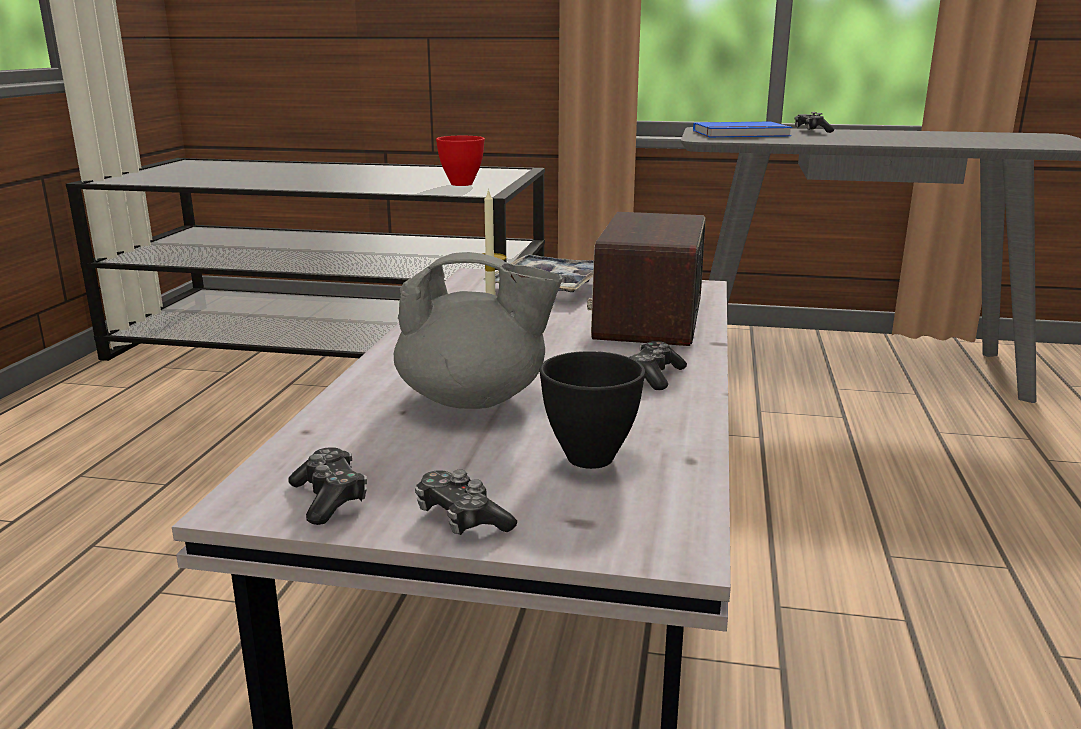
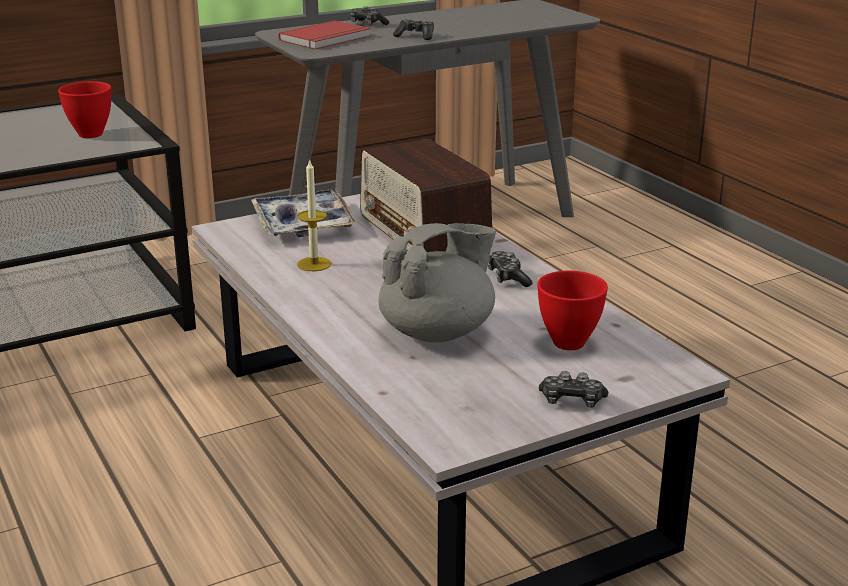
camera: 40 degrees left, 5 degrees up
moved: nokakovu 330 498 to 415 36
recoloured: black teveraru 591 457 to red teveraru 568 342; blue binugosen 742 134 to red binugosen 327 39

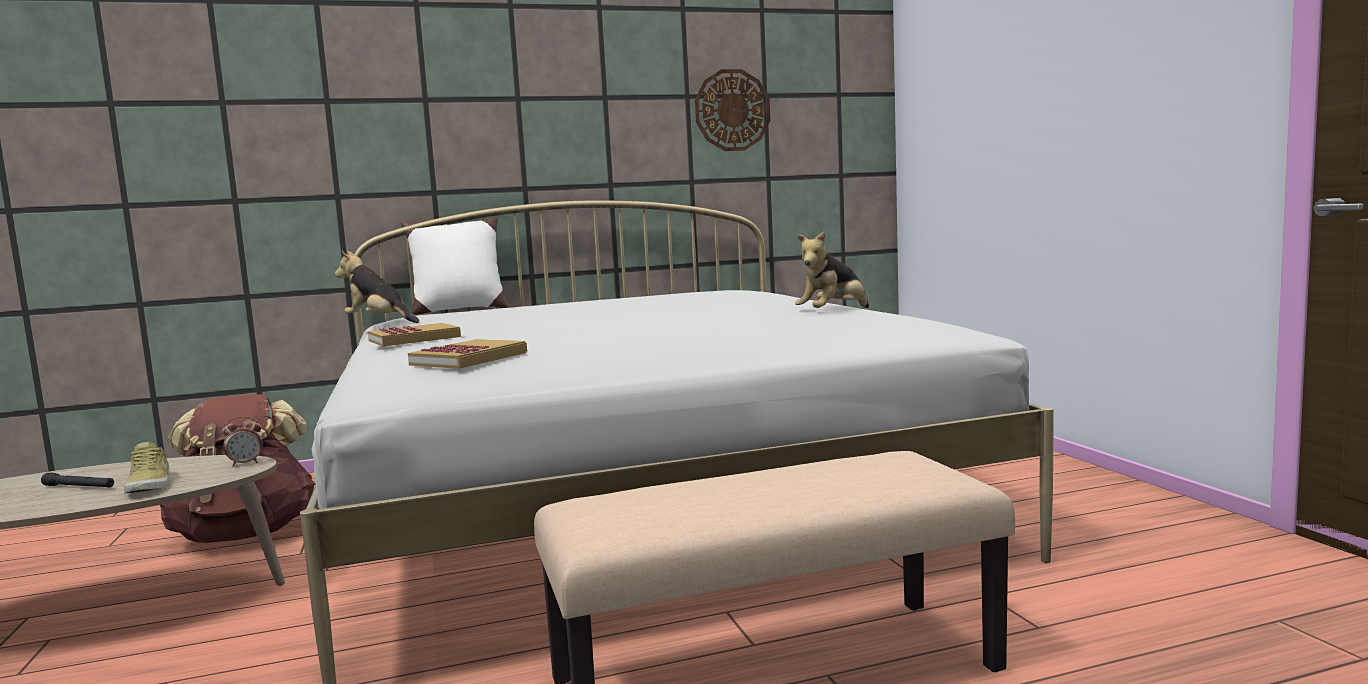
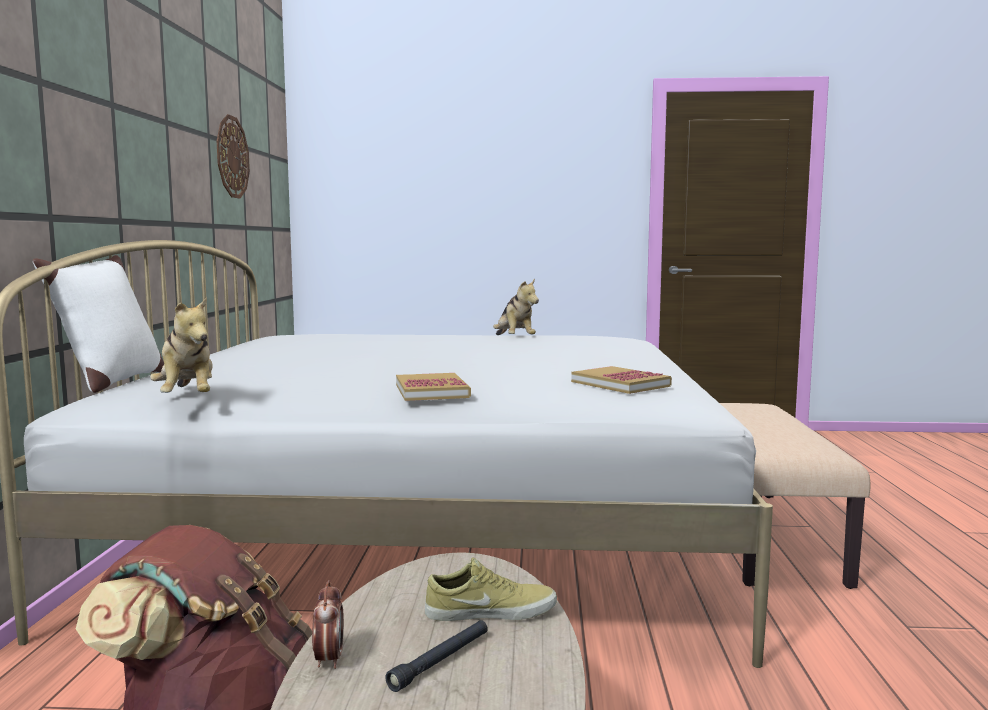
camera: 70 degrees left, 0 degrees up
moved: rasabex 245 463 to 329 659
turned: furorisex 379 322 = 188 398 75 degrees counterclockwise

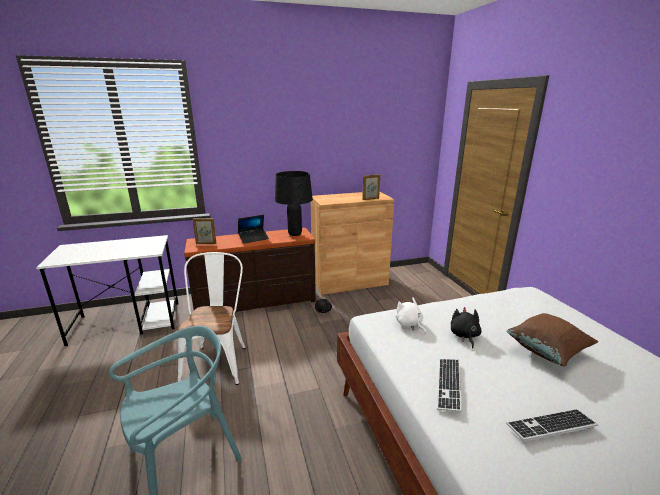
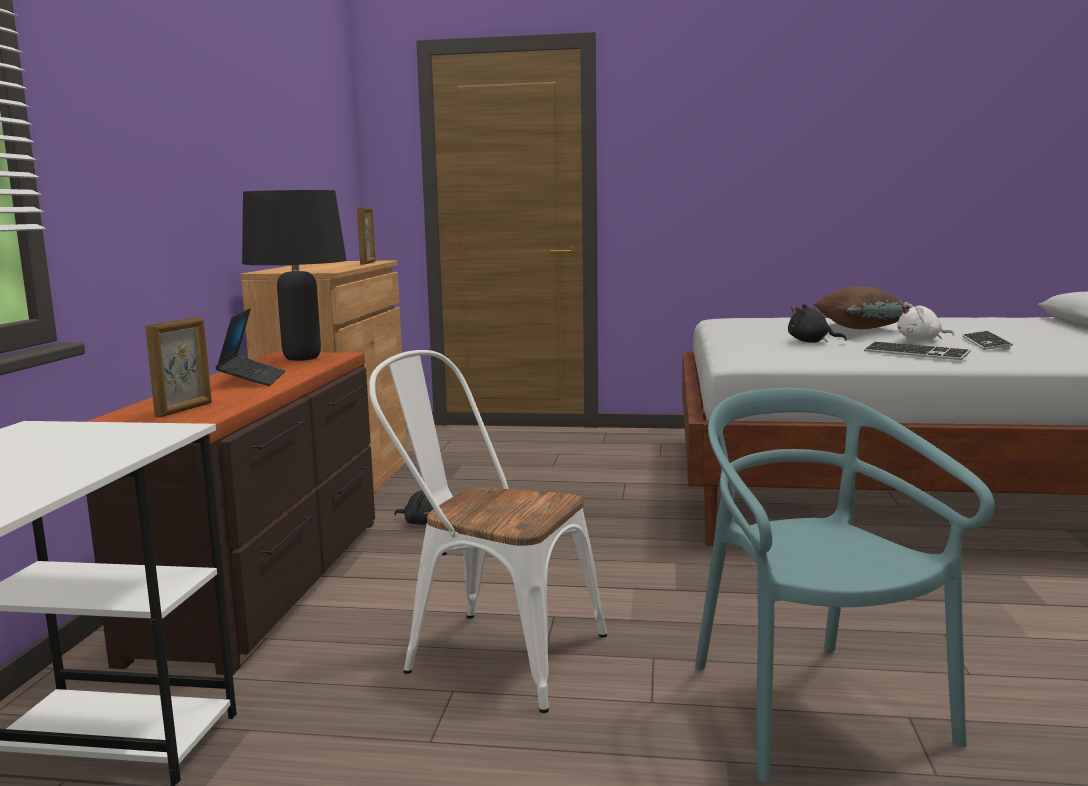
camera: 65 degrees left, 10 degrees down
moved: white furorisex 409 324 to 921 340

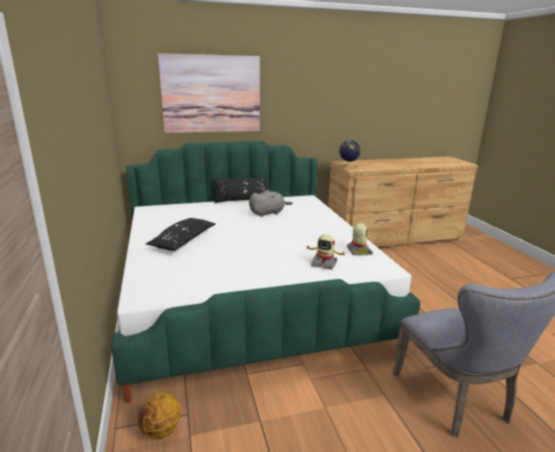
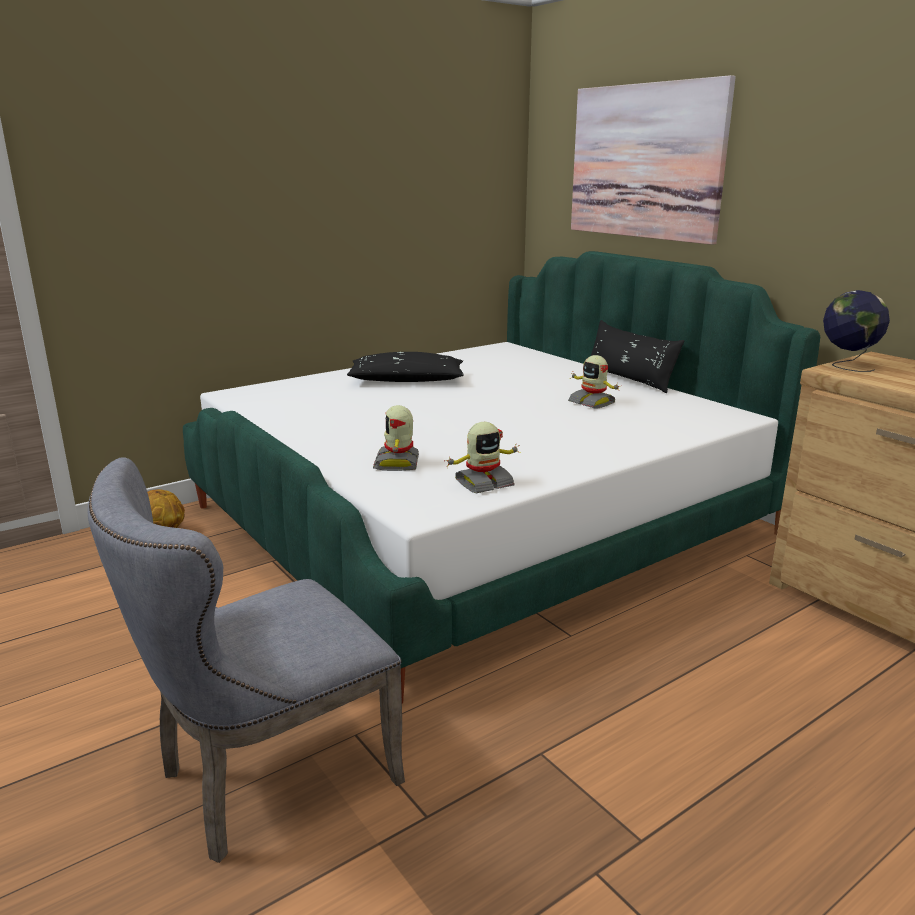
camera: 70 degrees right, 0 degrees up
replaced: grey furorisex 268 213 to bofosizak 592 402

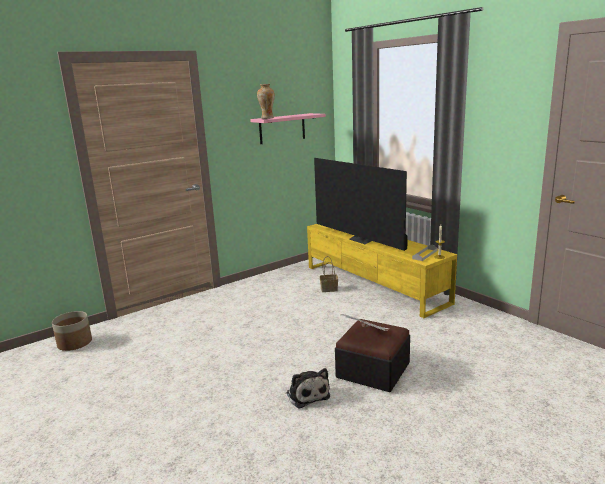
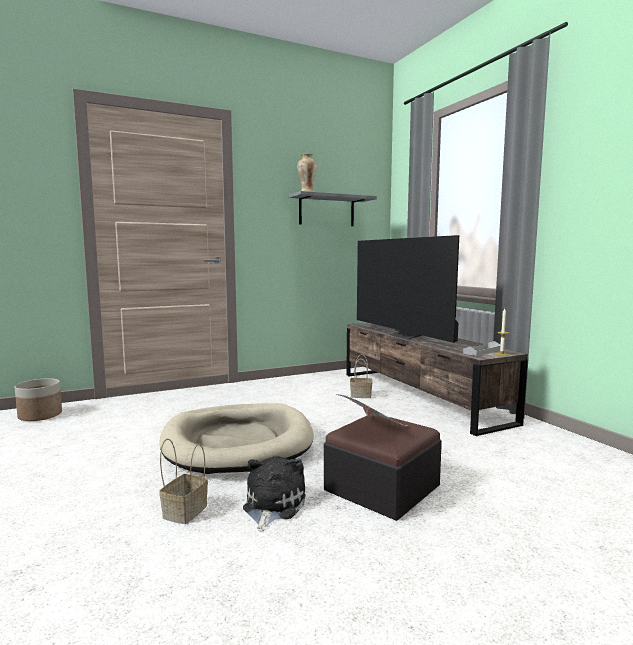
camera: 10 degrees right, 10 degrees down
added: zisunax 185 511; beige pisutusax 237 443
recoloured: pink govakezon 282 128 to grey govakezon 326 211; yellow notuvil 374 284 to brown notuvil 419 396
turned: furorisex 307 394 = 272 506 150 degrees counterclockwise

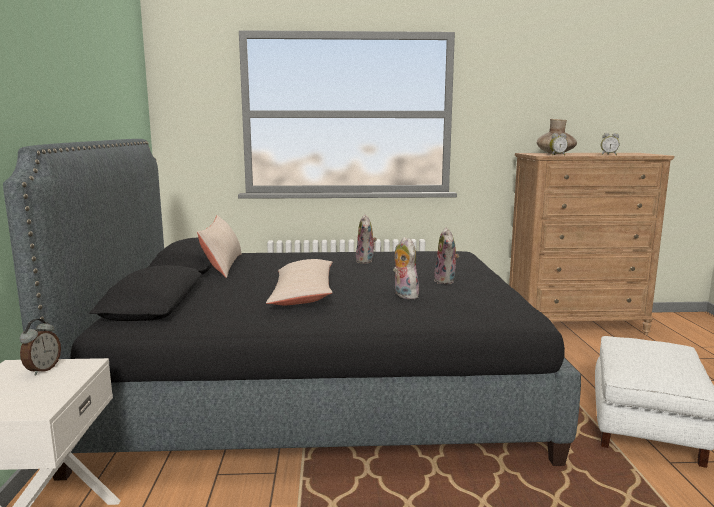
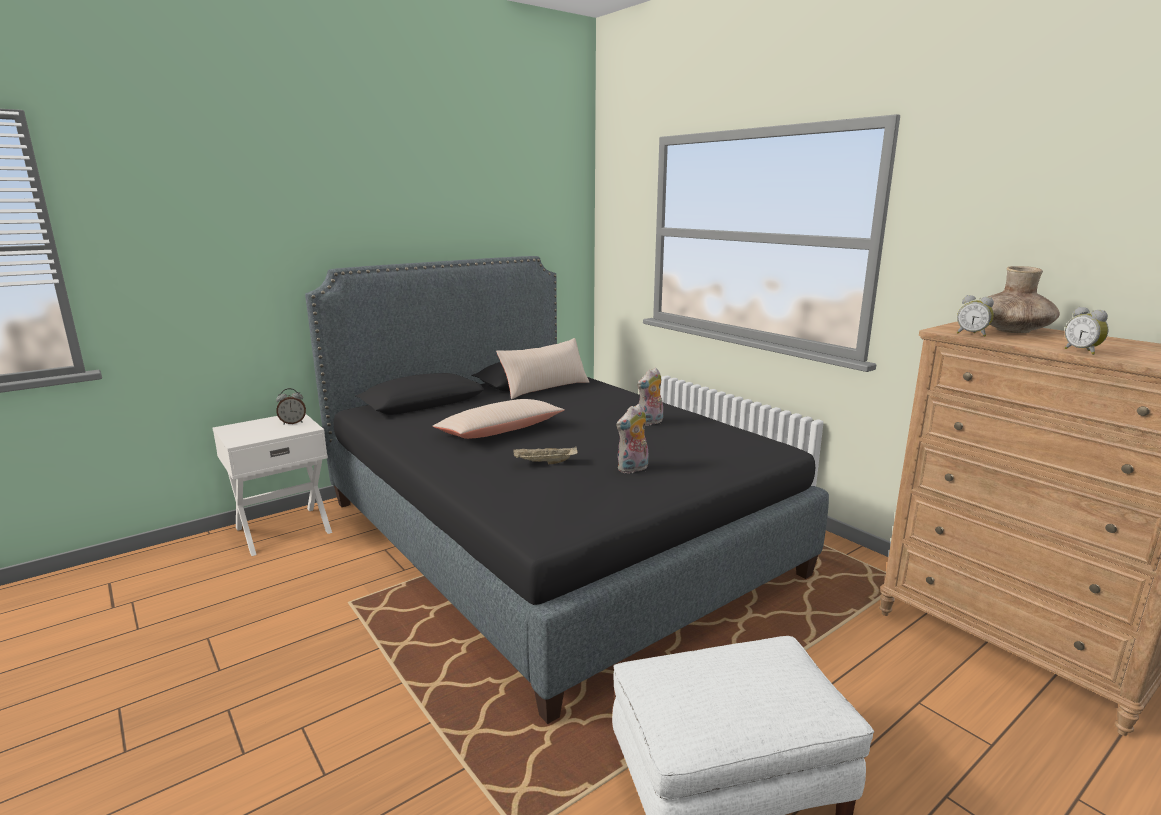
camera: 55 degrees right, 5 degrees up
replaced: furorisex 403 295 to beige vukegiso 544 463

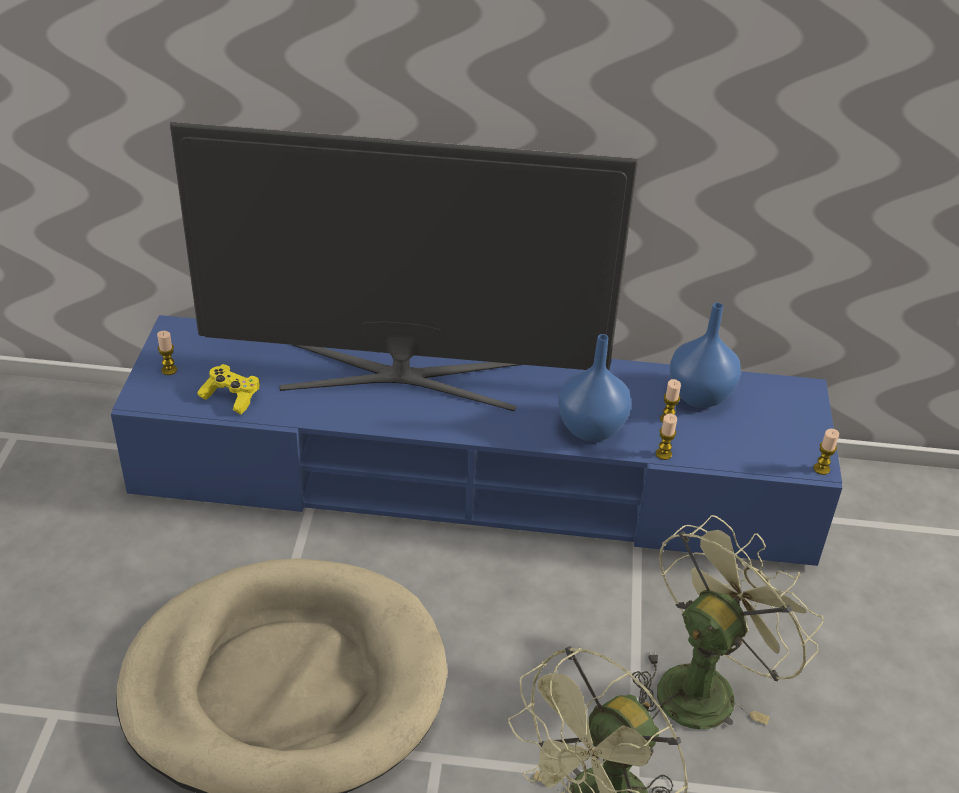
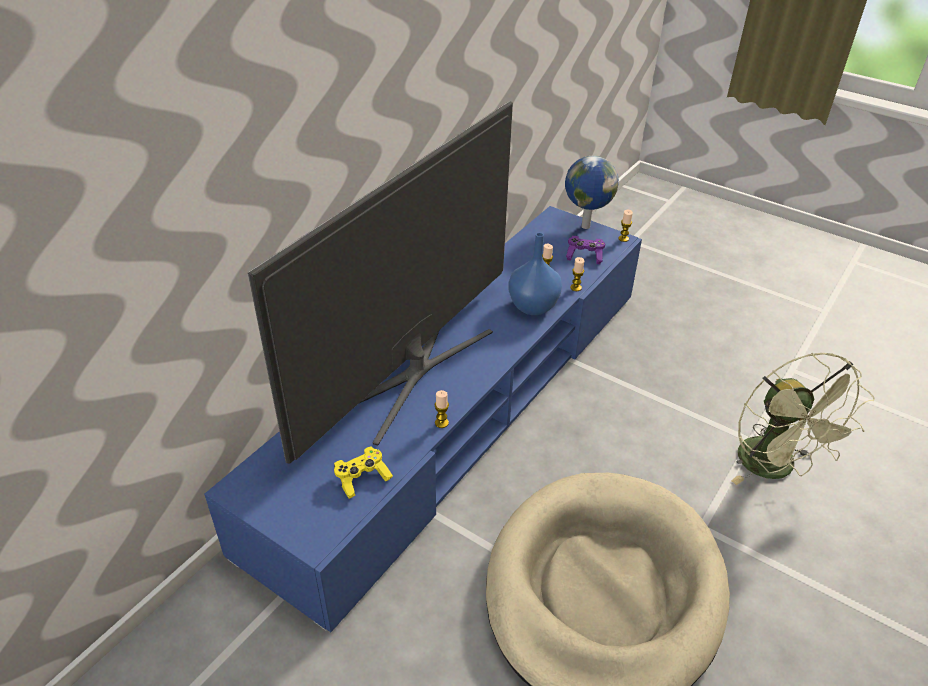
camera: 60 degrees left, 0 degrees up
removed: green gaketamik 704 684; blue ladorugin 701 395
added: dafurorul 584 226; purple nokakovu 584 256
moved: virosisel 169 370 to 441 423

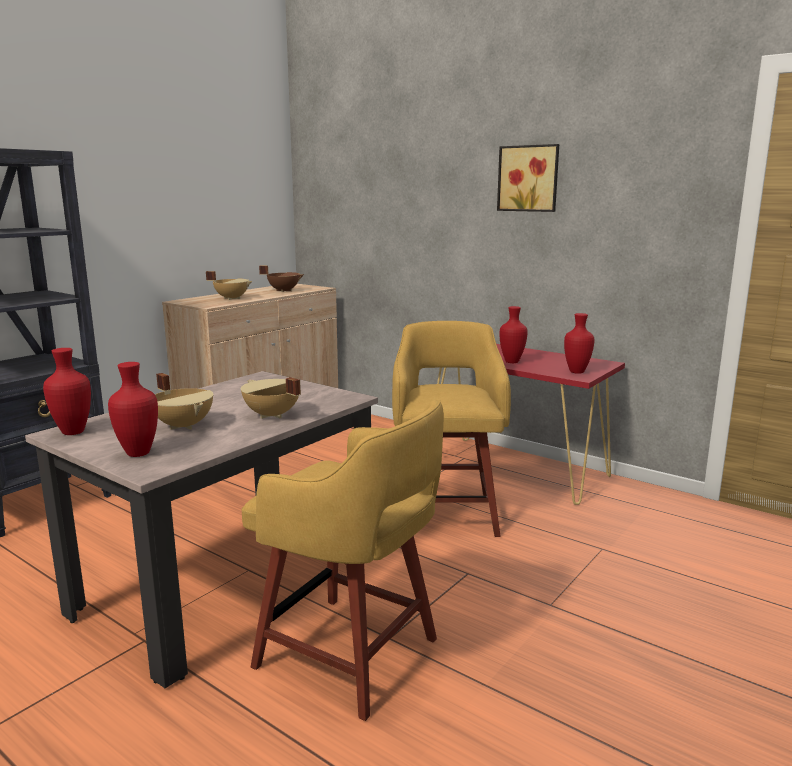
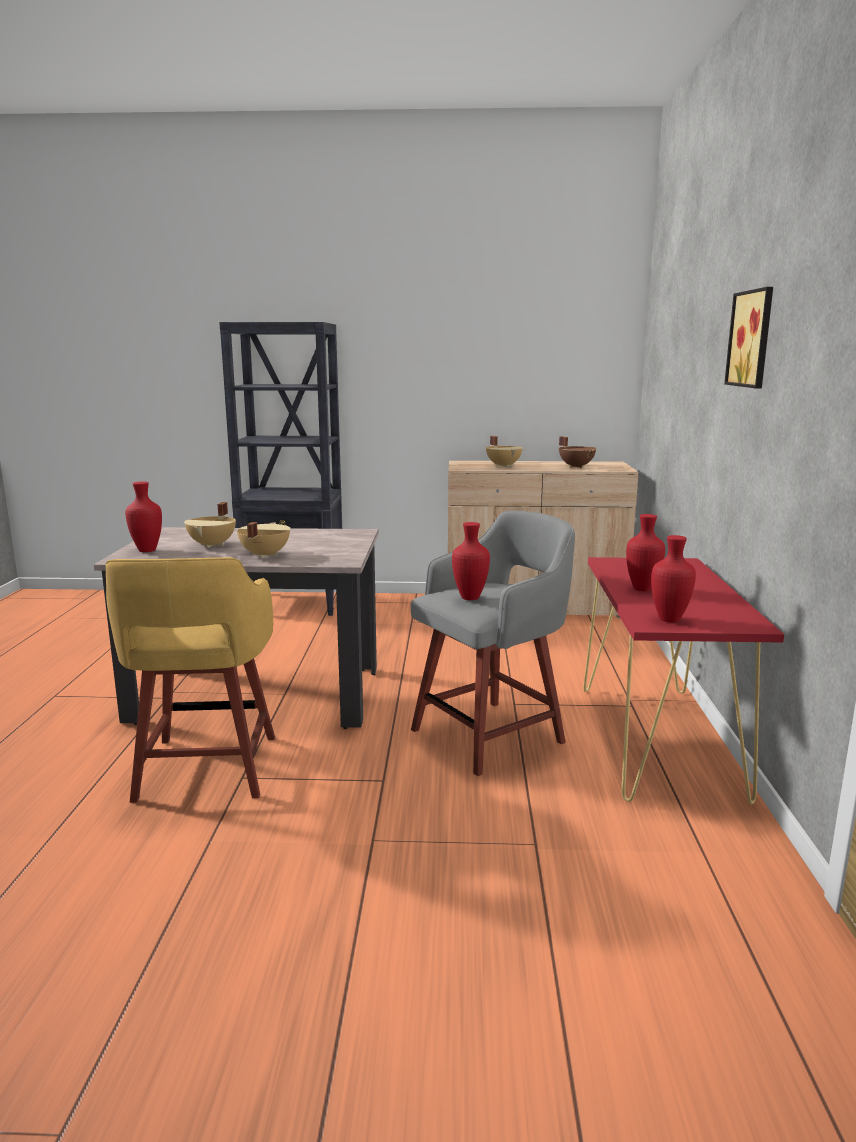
camera: 55 degrees right, 0 degrees up
moved: red ladorugin 74 432 to 471 598
recoloured: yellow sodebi 447 511 to grey sodebi 491 735

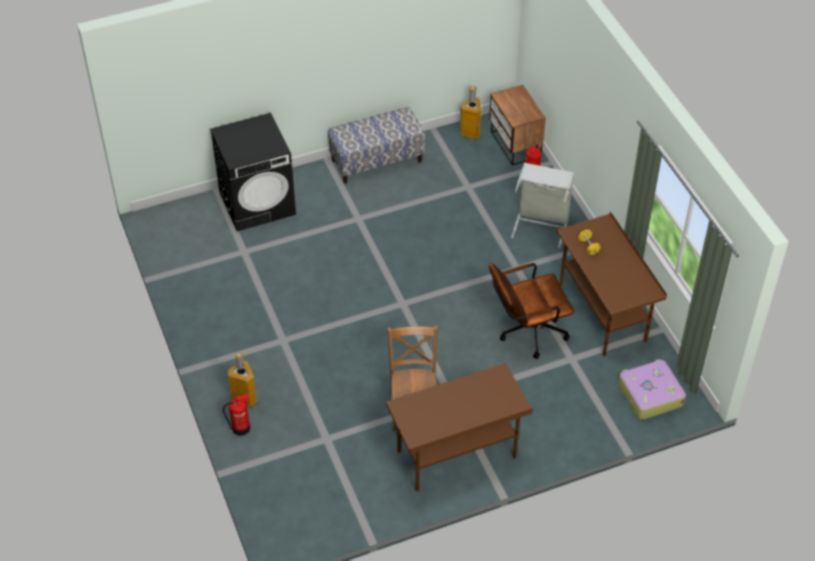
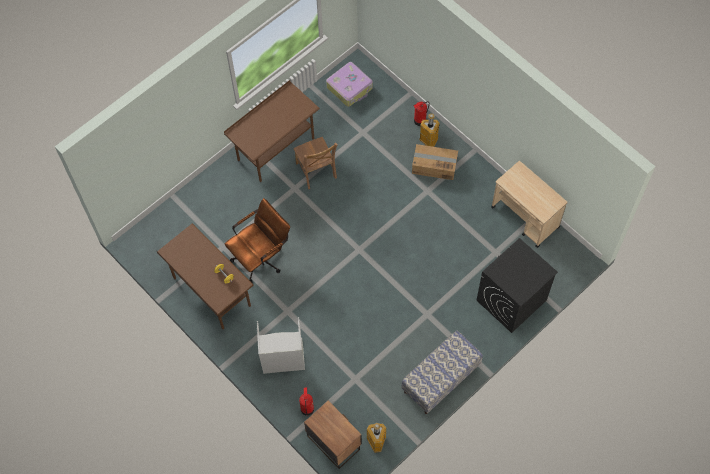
camera: 160 degrees right, 15 degrees up
added: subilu 434 166; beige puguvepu 525 218
moved: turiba 649 394 to 350 88

